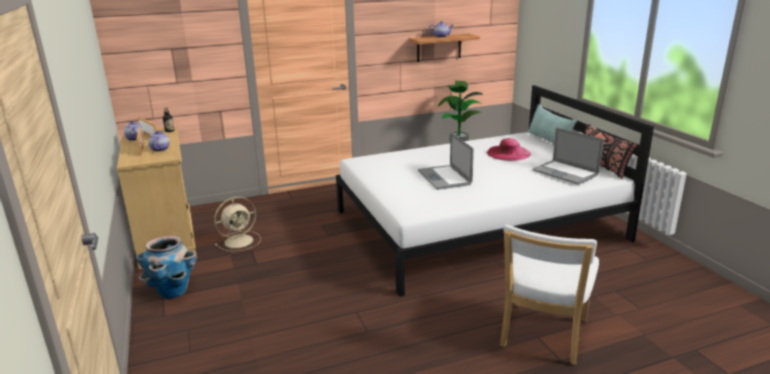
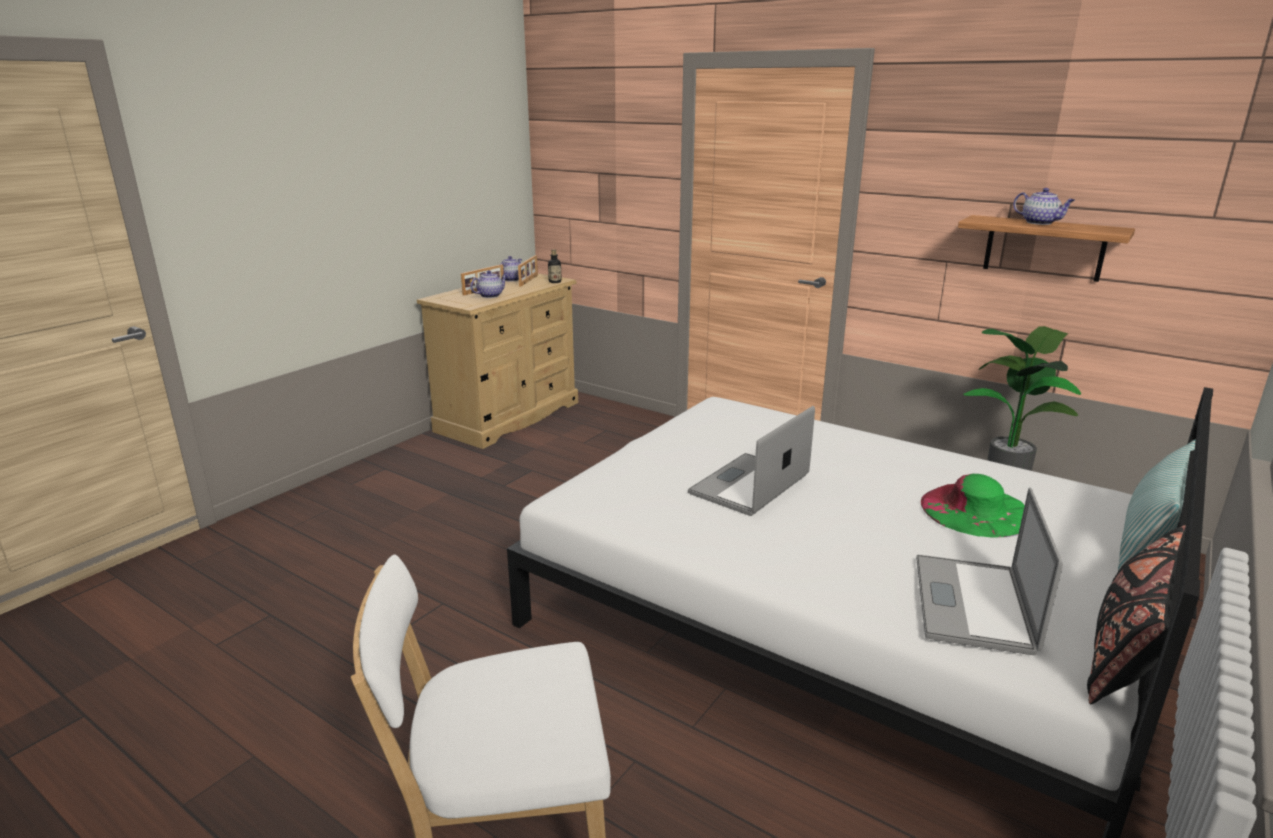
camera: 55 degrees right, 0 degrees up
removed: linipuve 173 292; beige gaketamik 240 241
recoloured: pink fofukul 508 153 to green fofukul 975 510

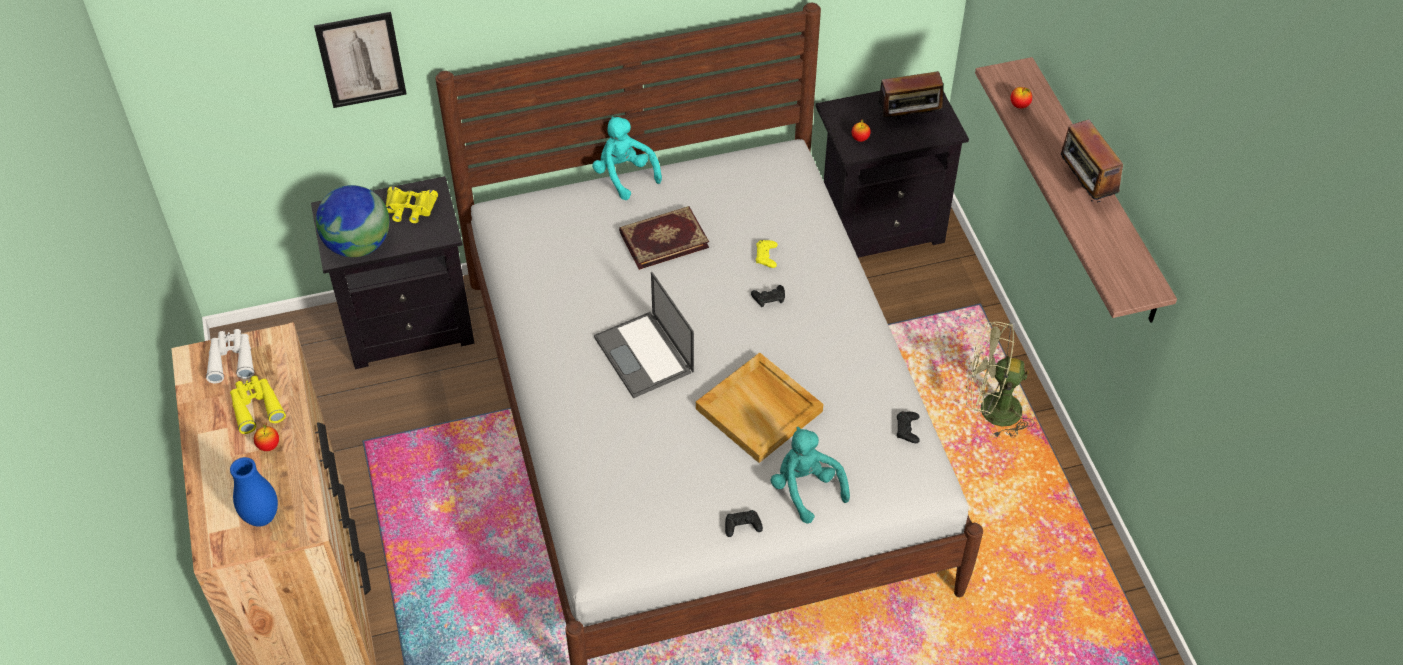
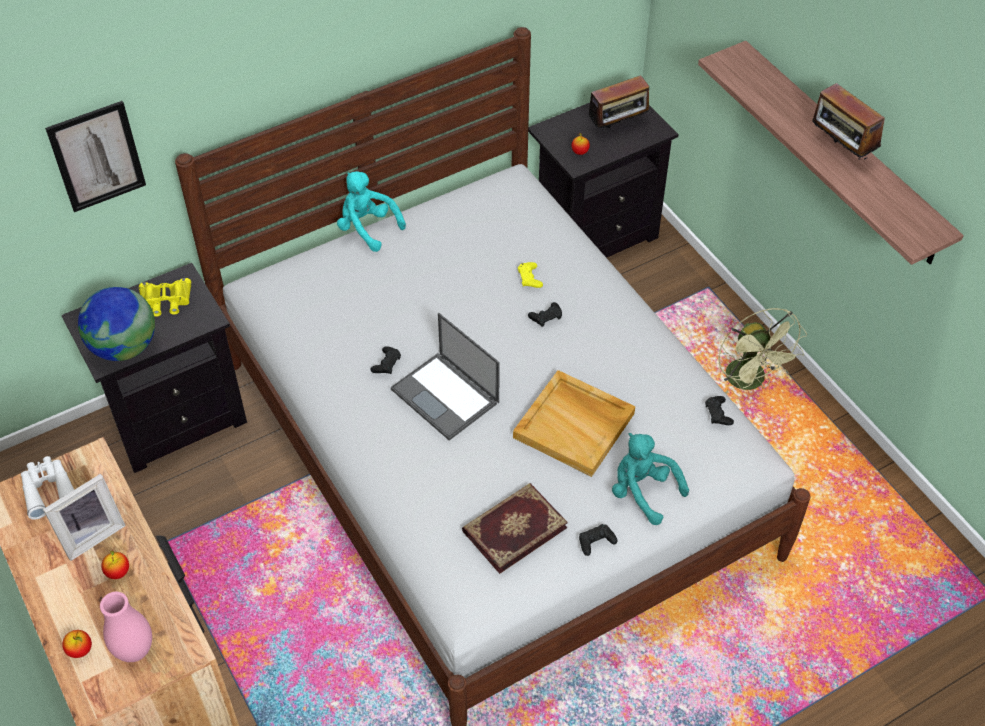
camera: 15 degrees left, 0 degrees up
added: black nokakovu 386 364
moved: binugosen 663 239 to 513 528; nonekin 1019 105 to 80 650
replaced: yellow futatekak 256 407 to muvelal 91 534
recoloured: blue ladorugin 262 517 to pink ladorugin 135 651
turned: green gaketamik 990 410 = 751 382 105 degrees counterclockwise

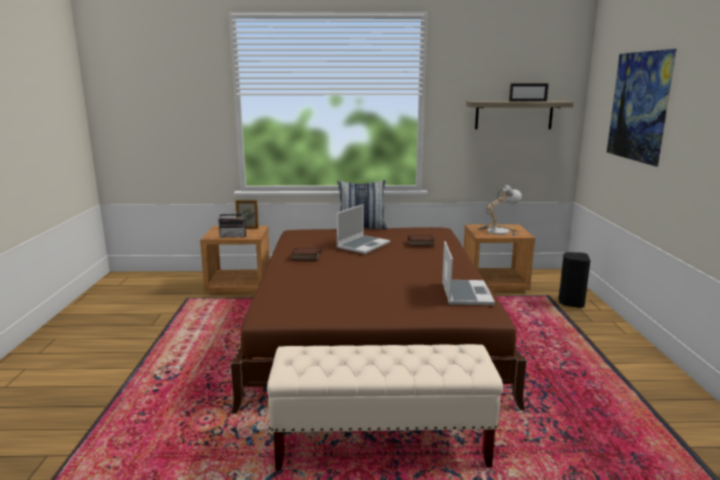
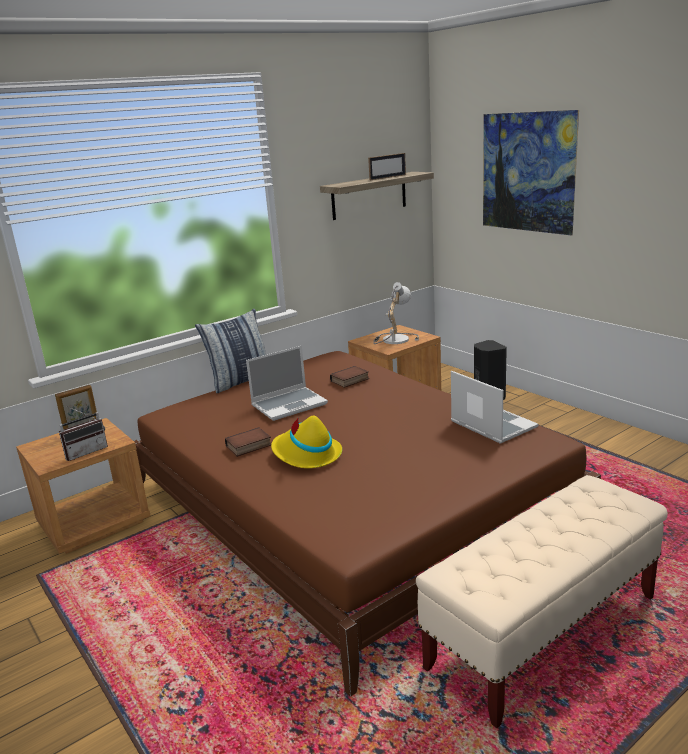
camera: 35 degrees left, 5 degrees up
added: yellow fofukul 306 454
turned: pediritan 363 245 = 289 404 60 degrees clockwise

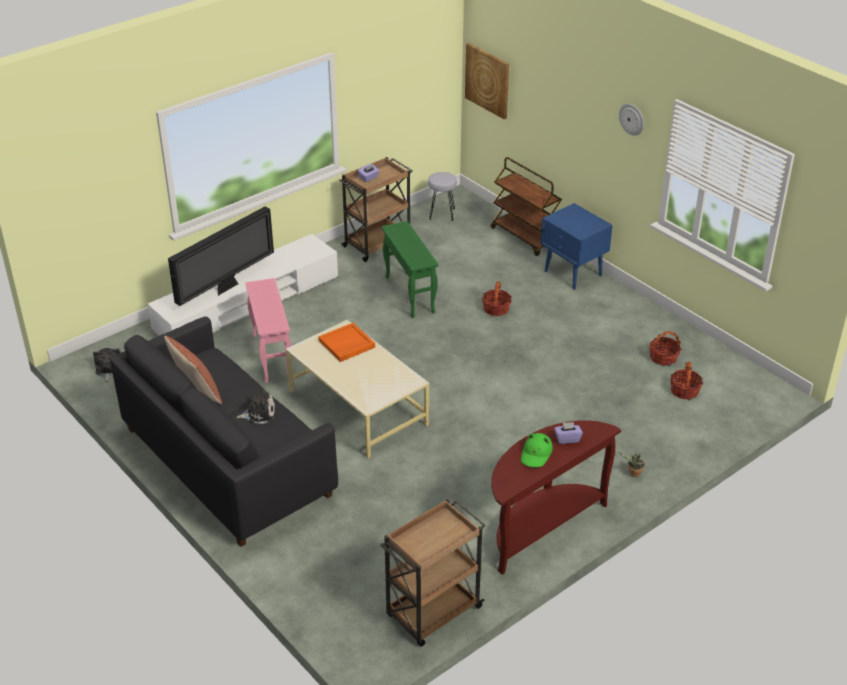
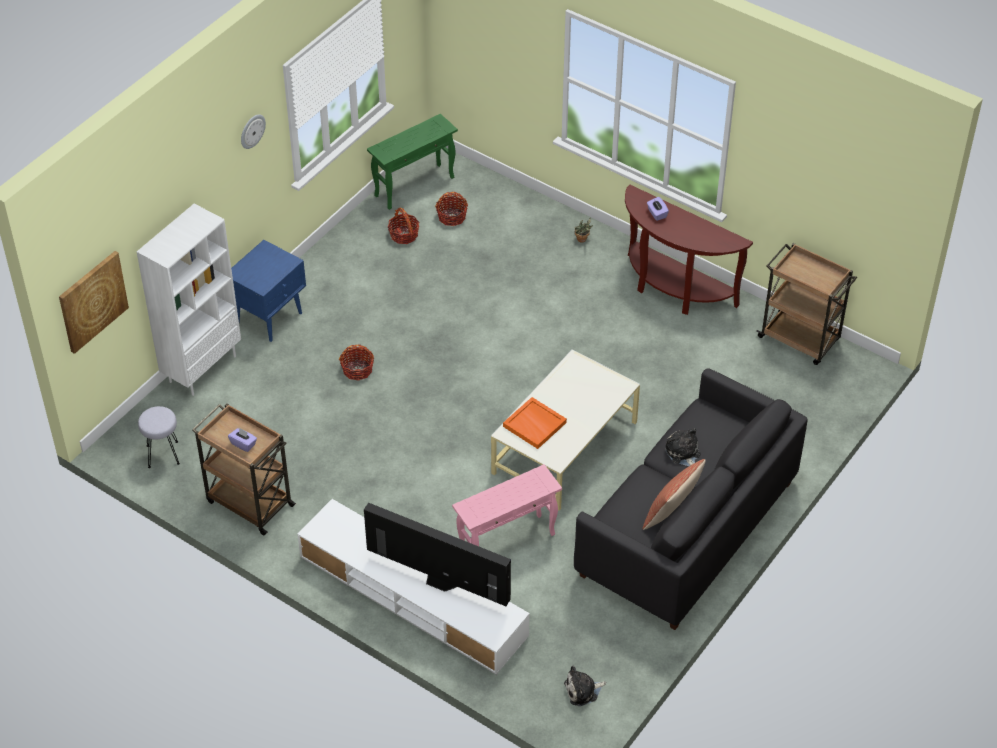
camera: 105 degrees left, 10 degrees up
removed: green fofukul 536 454
moved: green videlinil 409 294 to 414 187
replaced: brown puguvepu 525 237 to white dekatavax 202 368

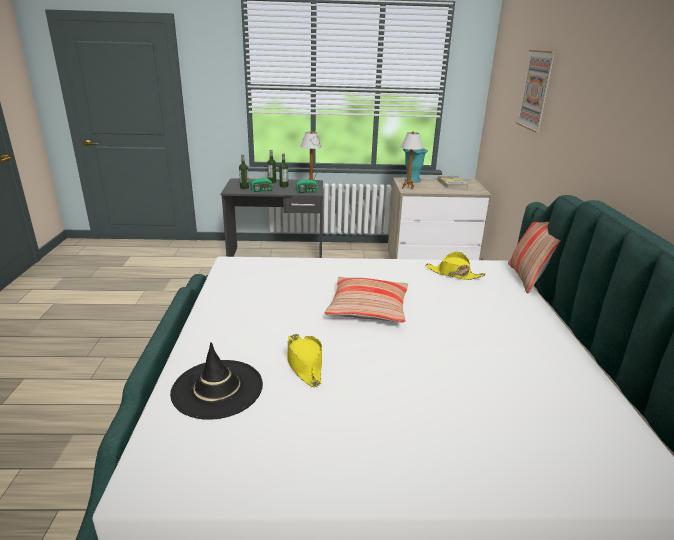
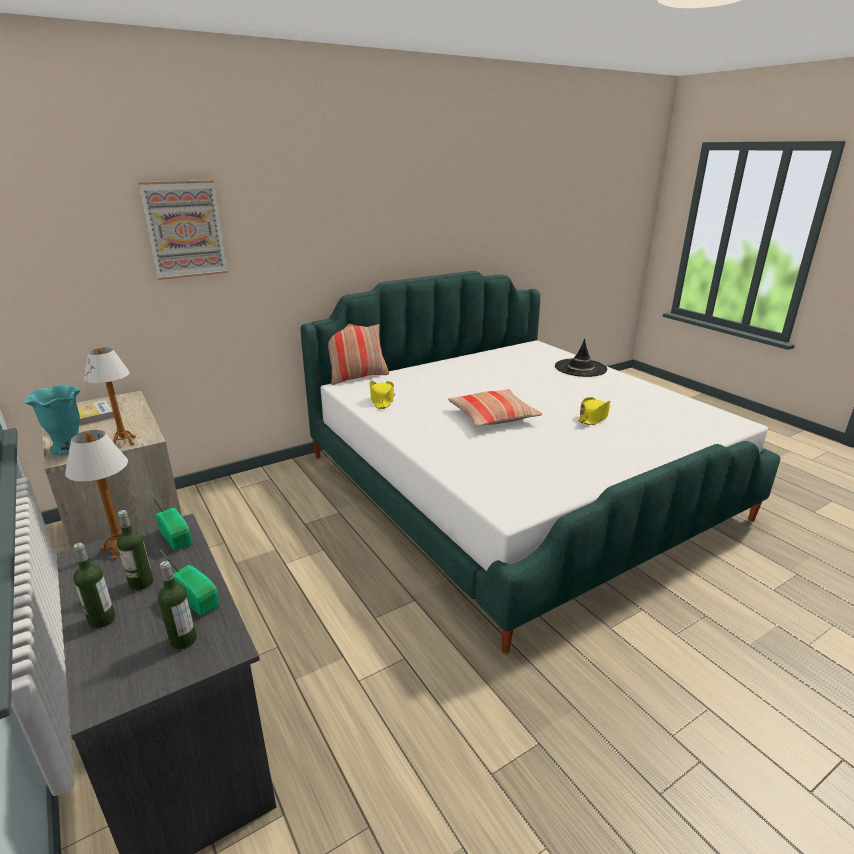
camera: 120 degrees left, 0 degrees up
moved: black fofukul 217 389 to 580 368

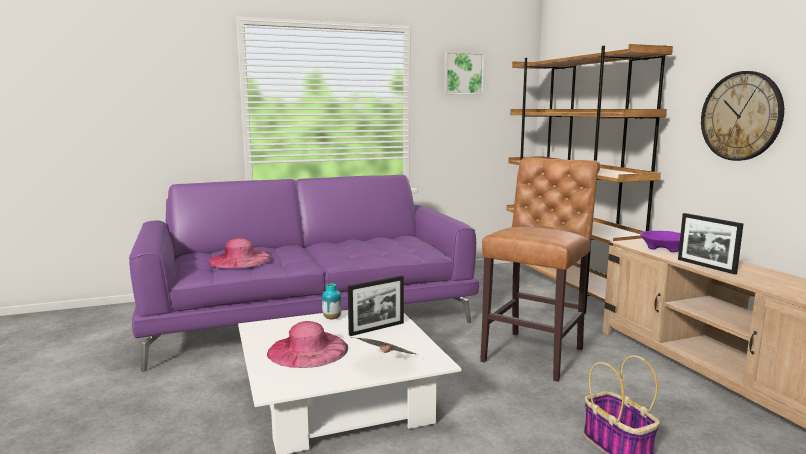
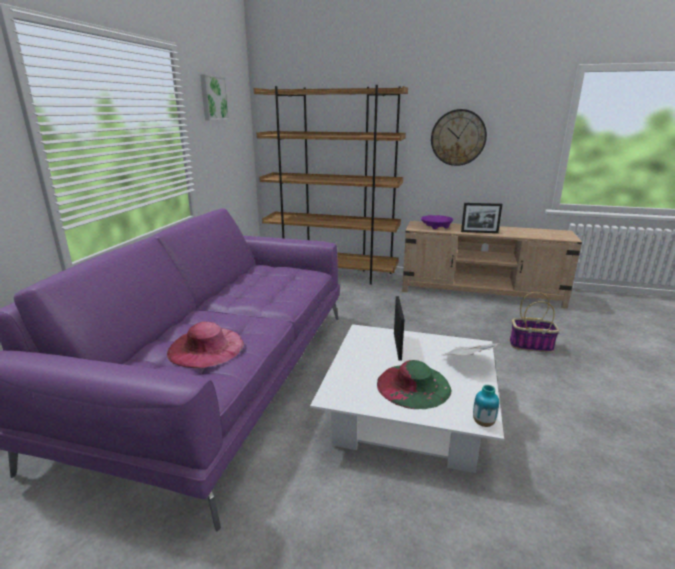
camera: 55 degrees left, 10 degrees up
removed: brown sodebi 536 353
moved: ladorugin 332 318 to 483 423
recoloured: pink fofukul 307 350 to green fofukul 413 386

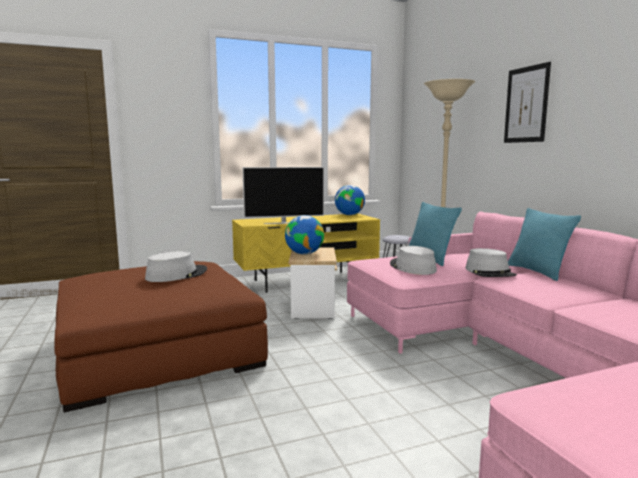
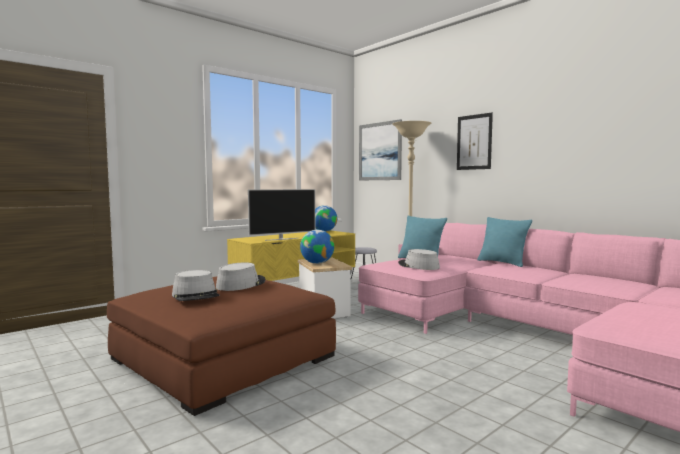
camera: 20 degrees left, 5 degrees down
added: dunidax 379 151
moved: grey fofukul 490 272 to 196 295

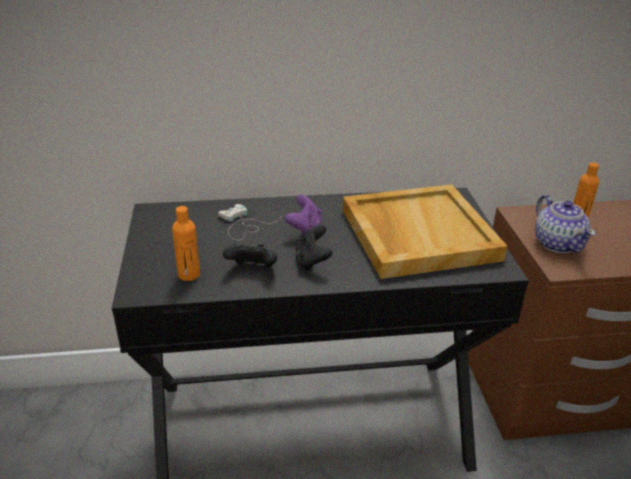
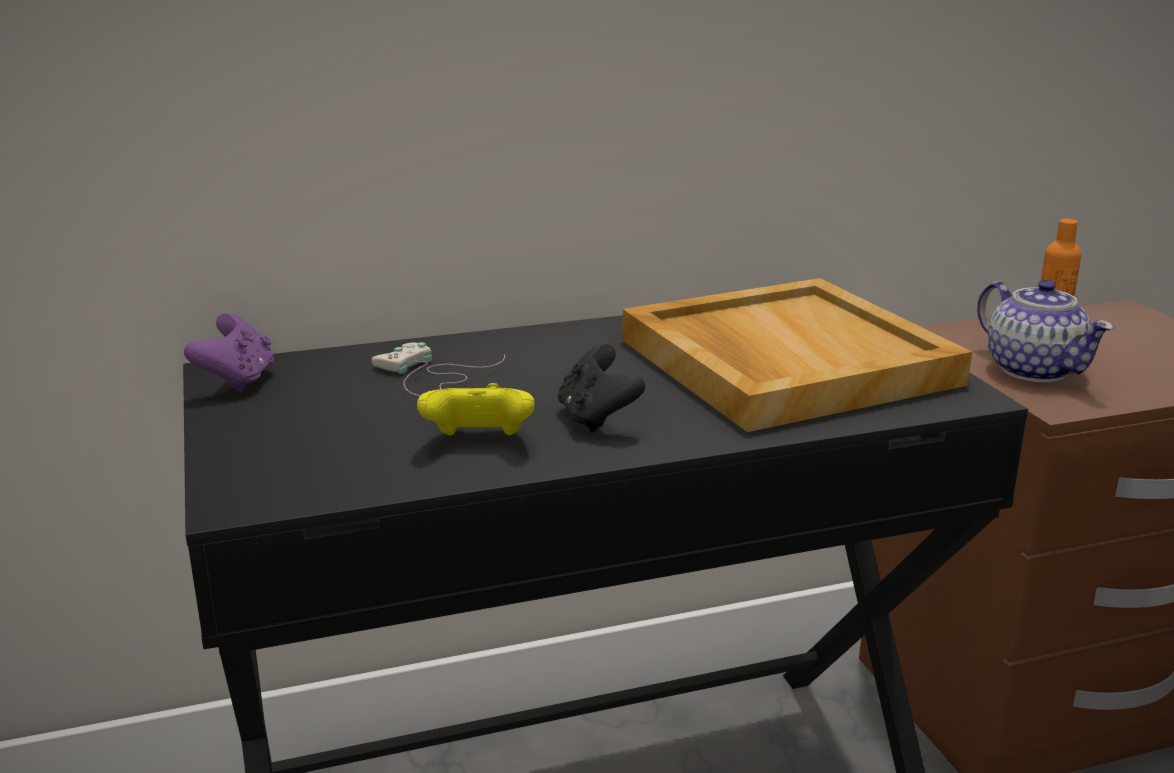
camera: 10 degrees left, 10 degrees down
removed: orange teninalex 189 274
moved: purple nokakovu 305 228 to 237 381
recoloured: black nokakovu 253 269 to yellow nokakovu 479 442

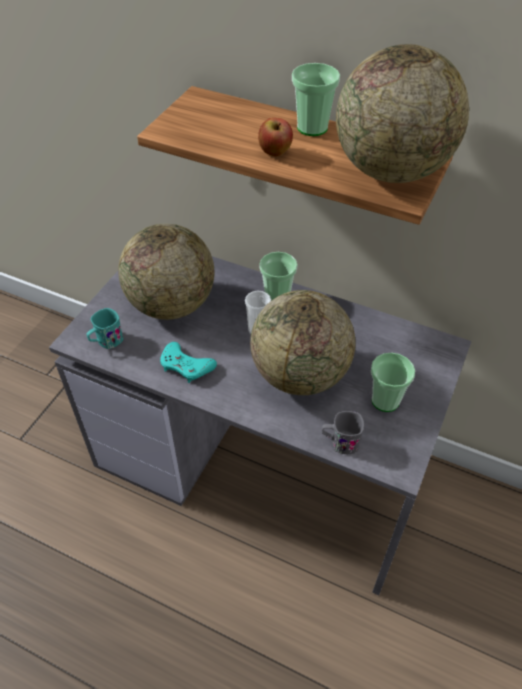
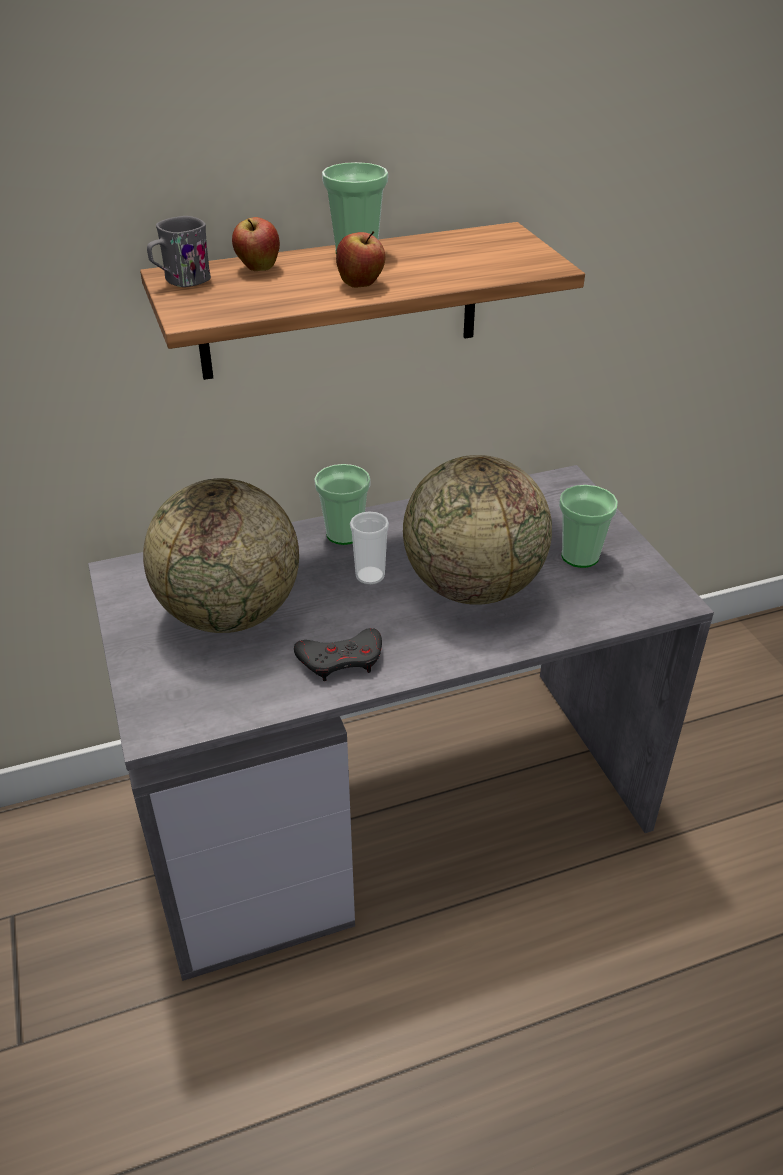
camera: 45 degrees left, 10 degrees down
removed: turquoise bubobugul 106 341; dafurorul 391 171
added: nonekin 258 268
moved: grey bubobugul 340 442 to 180 281
recoloured: turquoise nokakovu 186 366 to grey nokakovu 341 659

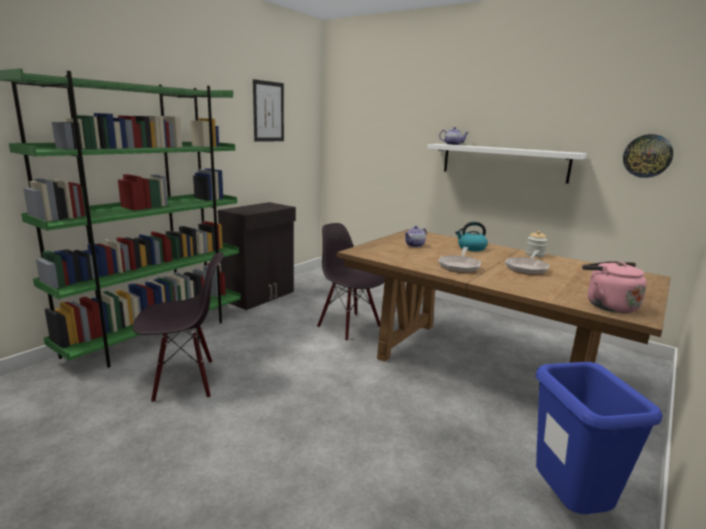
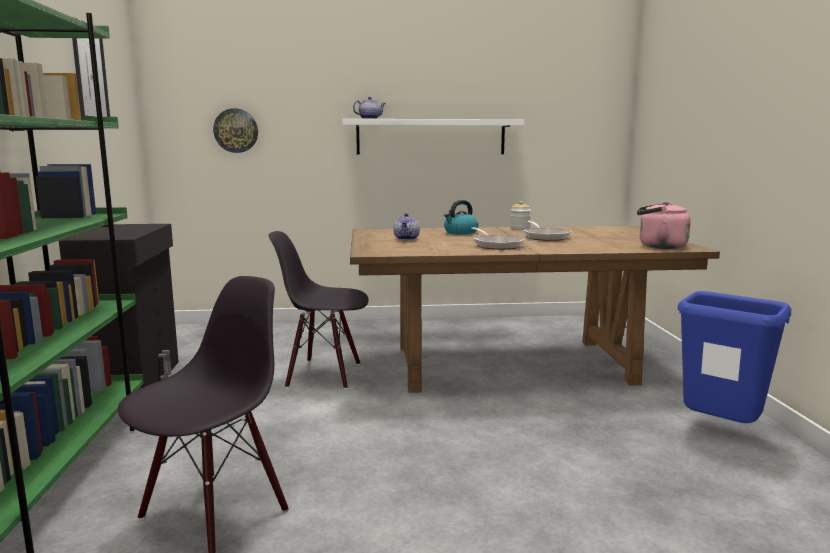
camera: 40 degrees left, 5 degrees down
moved: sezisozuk 647 156 to 236 130

